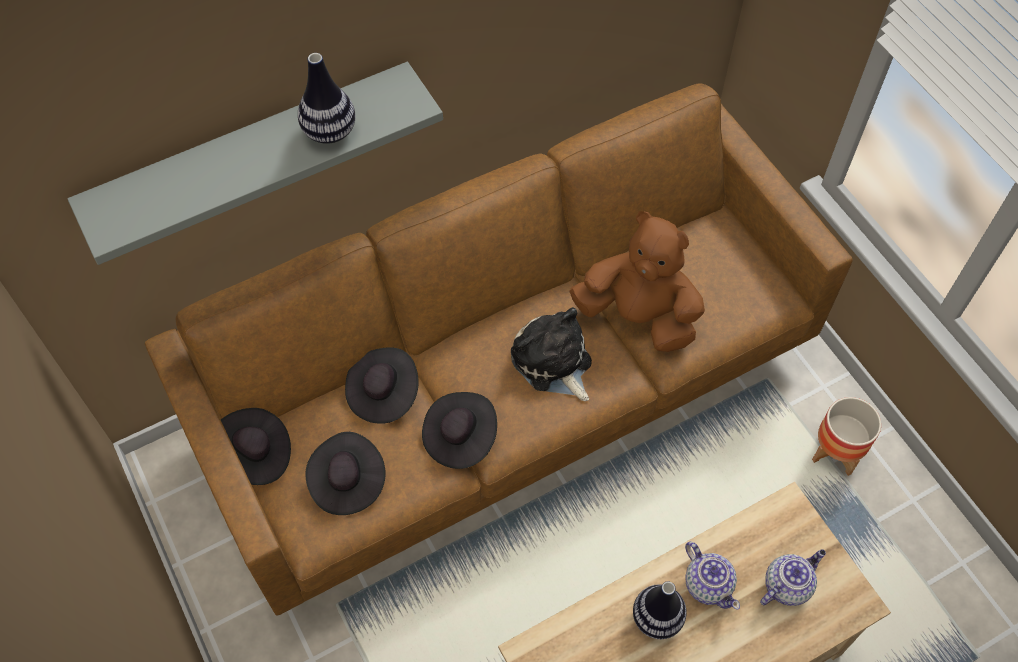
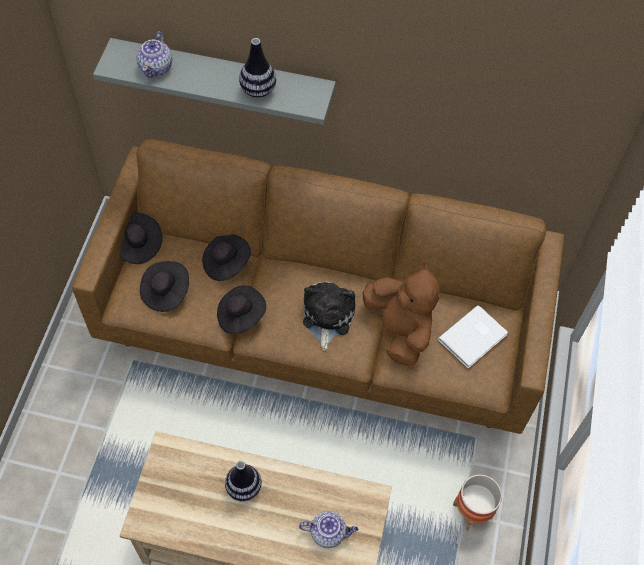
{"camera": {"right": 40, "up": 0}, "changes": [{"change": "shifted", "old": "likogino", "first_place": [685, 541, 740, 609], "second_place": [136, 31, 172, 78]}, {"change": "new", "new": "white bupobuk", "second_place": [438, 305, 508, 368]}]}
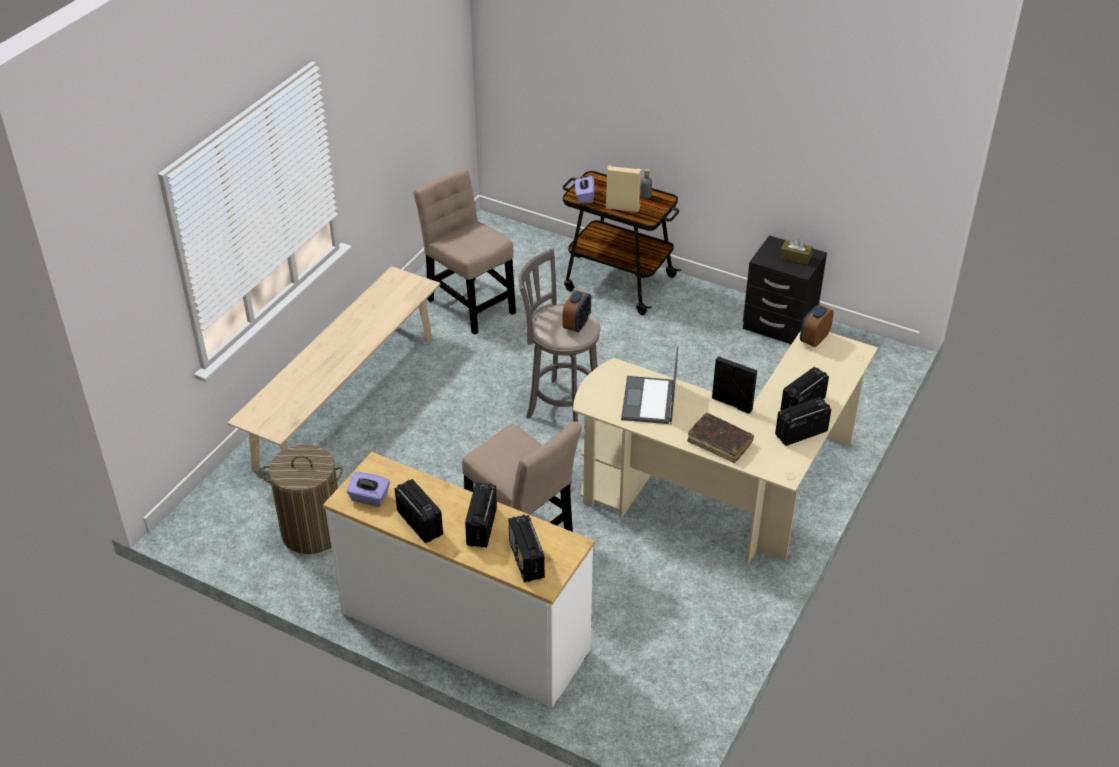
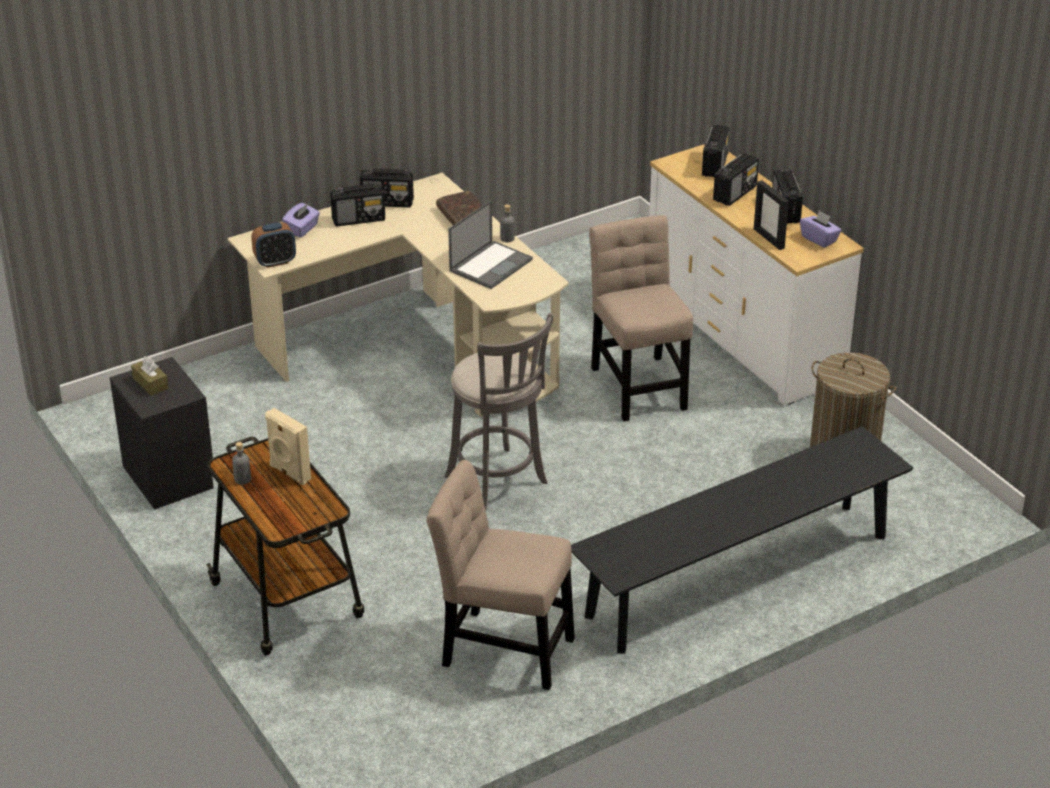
{"camera": {"right": -150, "up": -5}, "changes": [{"change": "shifted", "old": "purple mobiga", "first_place": [575, 176, 595, 203], "second_place": [282, 203, 320, 238]}, {"change": "rotated", "old": "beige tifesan", "first_place": [414, 168, 516, 335], "second_place": [426, 460, 575, 690], "degrees": 120}, {"change": "new", "new": "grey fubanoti", "second_place": [500, 204, 515, 242]}, {"change": "repainted", "old": "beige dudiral", "new": "black dudiral", "first_place": [227, 266, 441, 471], "second_place": [571, 426, 913, 654]}, {"change": "shifted", "old": "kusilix", "first_place": [712, 356, 757, 414], "second_place": [754, 180, 789, 250]}, {"change": "gone", "old": "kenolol", "first_place": [563, 290, 591, 333]}]}
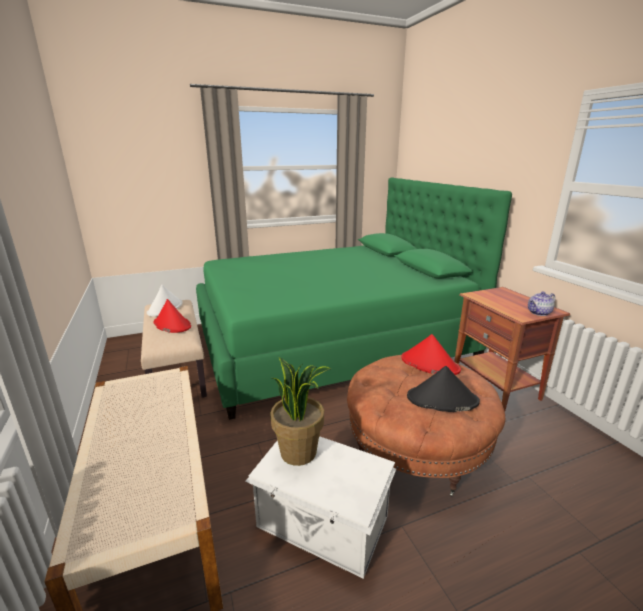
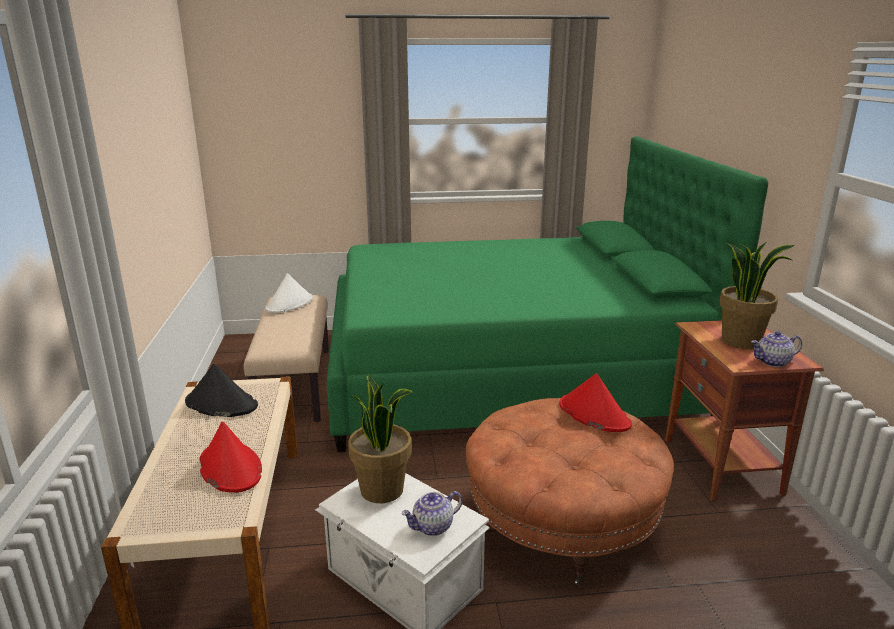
{"camera": {"right": 15, "up": 0}, "changes": [{"change": "shifted", "old": "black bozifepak", "first_place": [407, 366, 480, 412], "second_place": [185, 364, 258, 417]}, {"change": "shifted", "old": "red bozifepak", "first_place": [154, 299, 191, 333], "second_place": [200, 421, 262, 493]}, {"change": "new", "new": "likogino", "second_place": [401, 491, 462, 536]}, {"change": "new", "new": "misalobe", "second_place": [719, 242, 795, 349]}]}
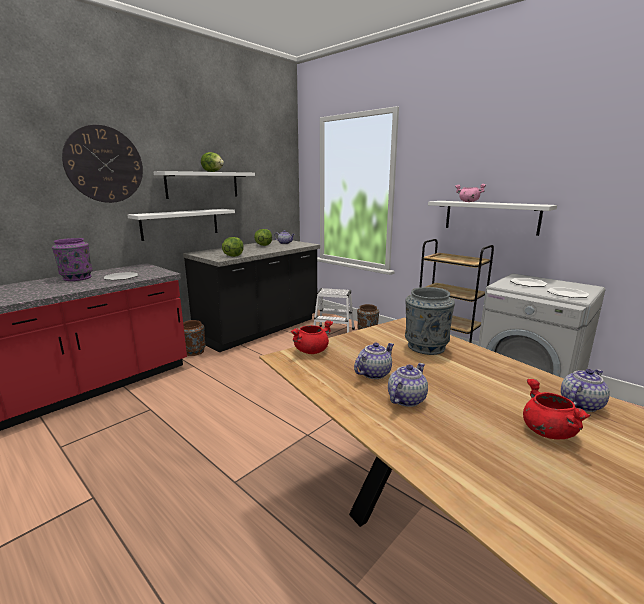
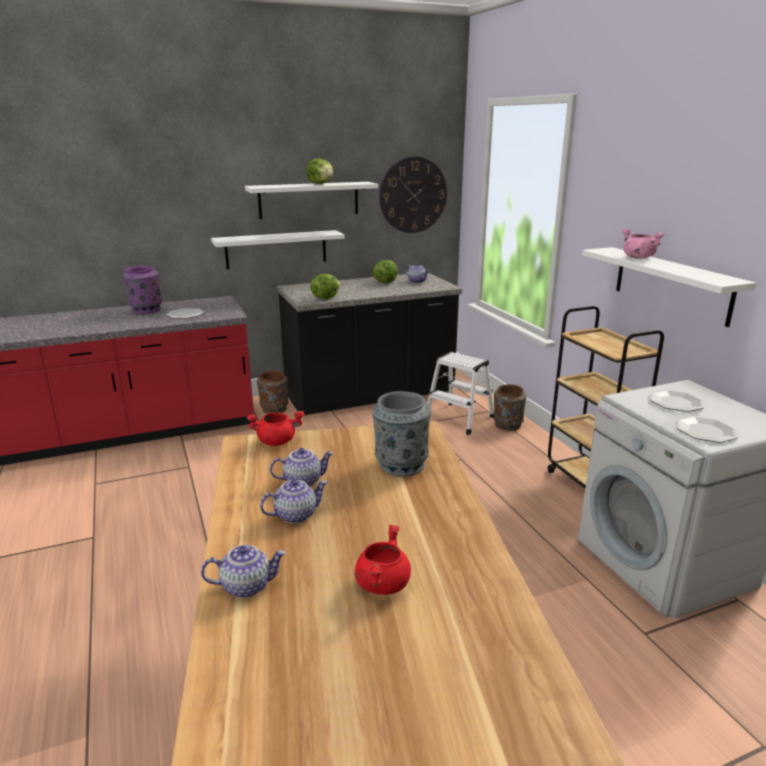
{"camera": {"right": 25, "up": 5}, "changes": [{"change": "shifted", "old": "likogino", "first_place": [561, 369, 610, 412], "second_place": [201, 545, 286, 598]}, {"change": "shifted", "old": "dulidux", "first_place": [62, 125, 143, 203], "second_place": [379, 156, 447, 233]}]}
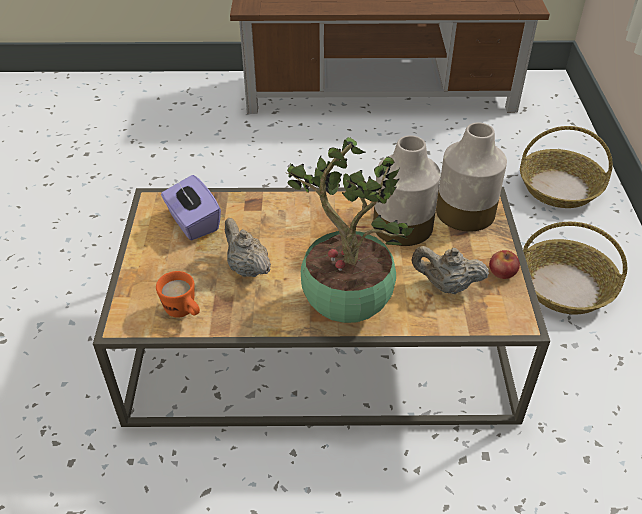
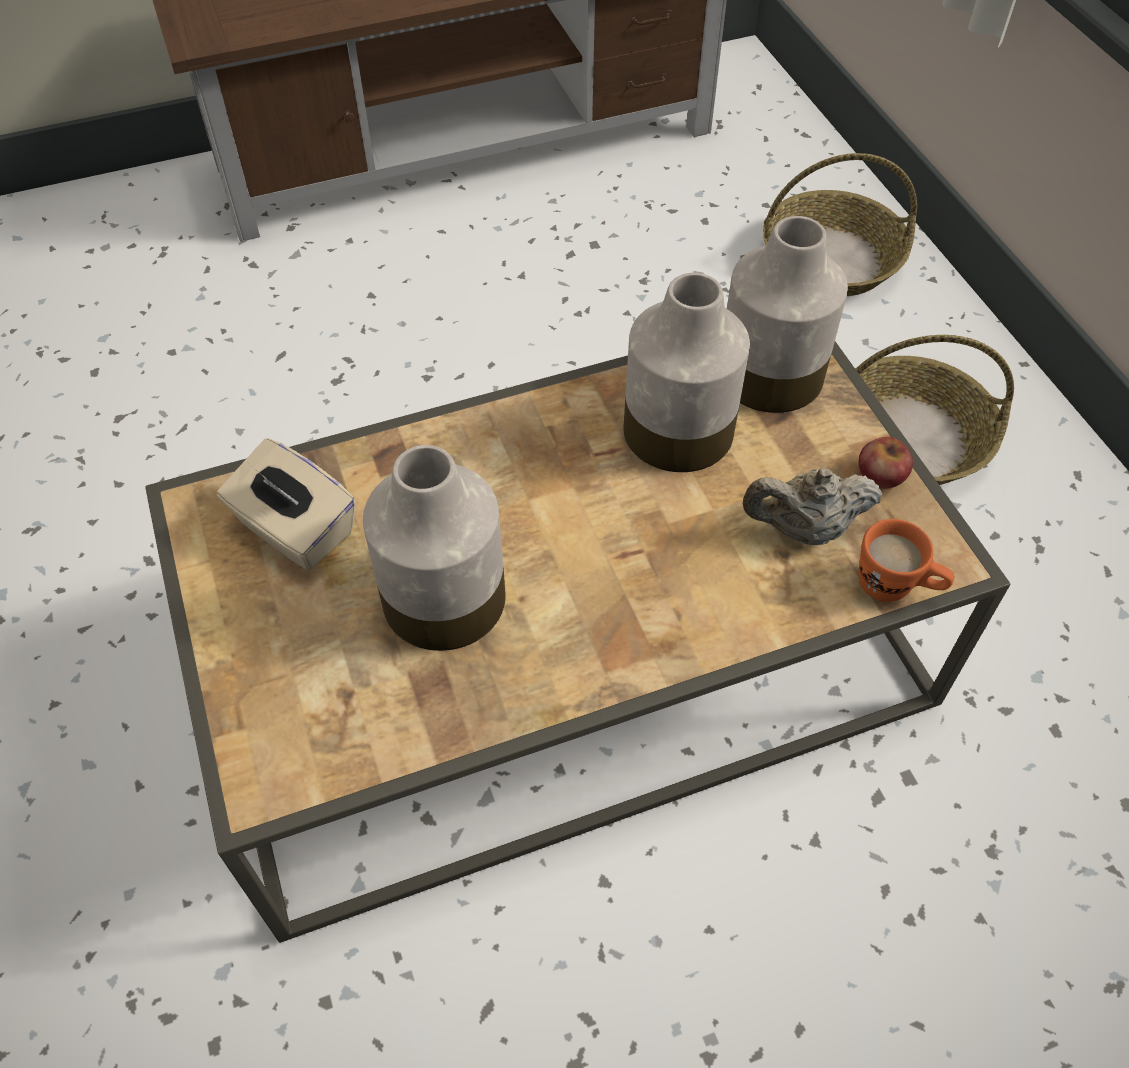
{"camera": {"right": -20, "up": 10}, "changes": [{"change": "repainted", "old": "purple mobiga", "new": "beige mobiga", "first_place": [161, 175, 221, 240], "second_place": [217, 439, 356, 570]}, {"change": "swapped", "old": "beige likogino", "new": "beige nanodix", "first_place": [225, 218, 271, 277], "second_place": [363, 445, 506, 651]}, {"change": "shifted", "old": "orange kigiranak", "first_place": [156, 271, 200, 318], "second_place": [858, 519, 954, 602]}, {"change": "gone", "old": "misalobe", "first_place": [287, 137, 415, 323]}]}
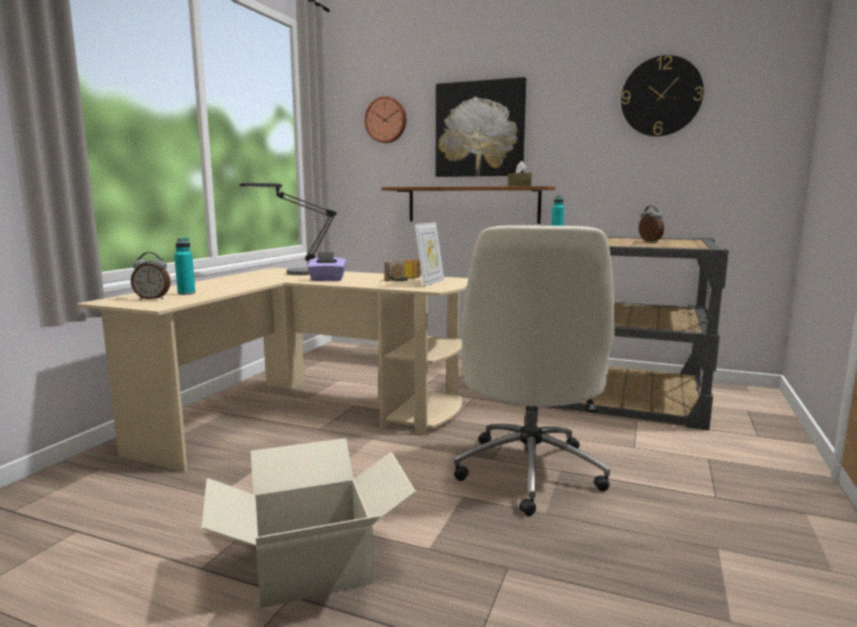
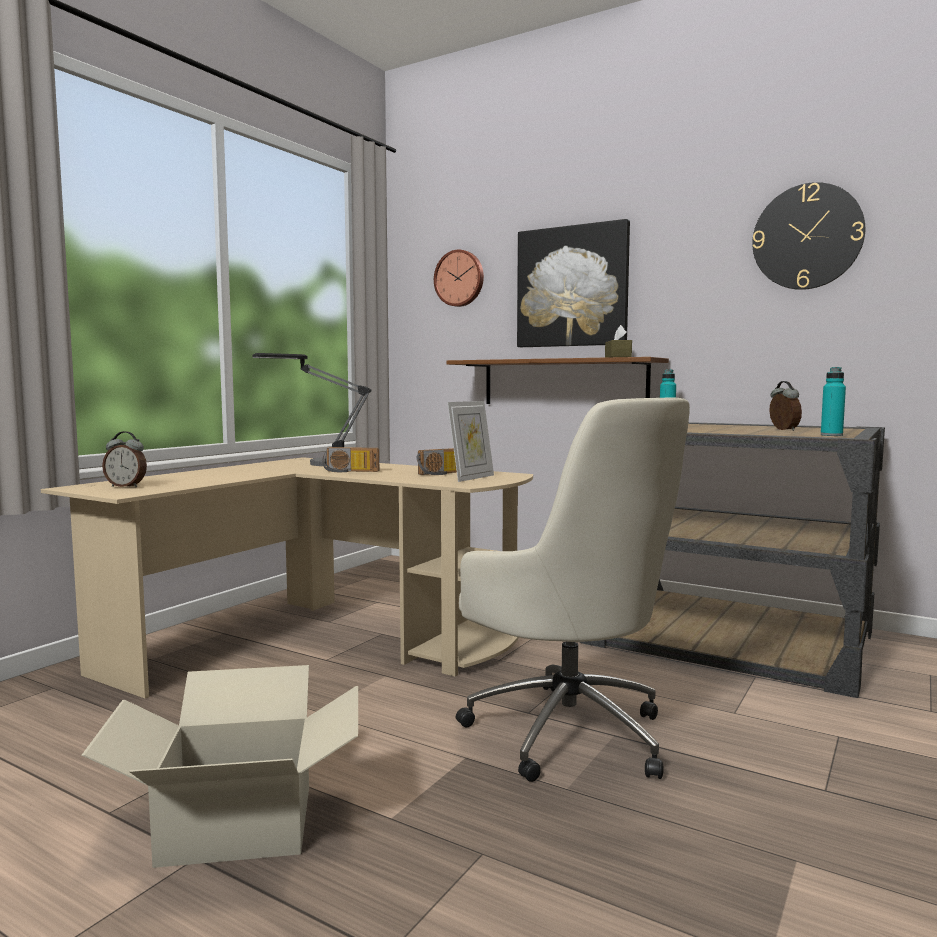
{"camera": {"right": 10, "up": -5}, "changes": [{"change": "swapped", "old": "purple mobiga", "new": "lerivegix", "first_place": [307, 252, 346, 281], "second_place": [322, 447, 379, 472]}, {"change": "rotated", "old": "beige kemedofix", "first_place": [454, 225, 615, 516], "second_place": [456, 398, 690, 782], "degrees": -60}, {"change": "shifted", "old": "turquoise fubanoti", "first_place": [174, 238, 195, 295], "second_place": [821, 367, 846, 436]}]}
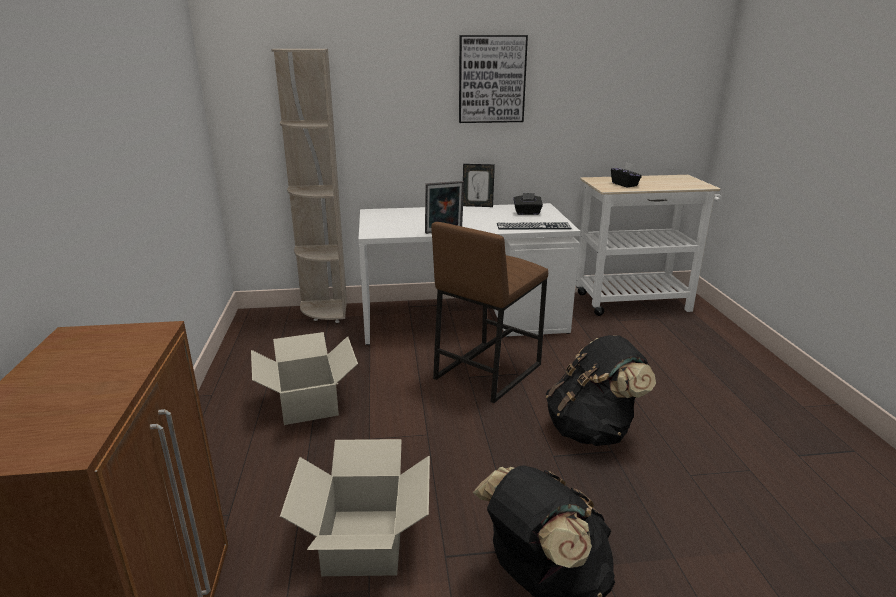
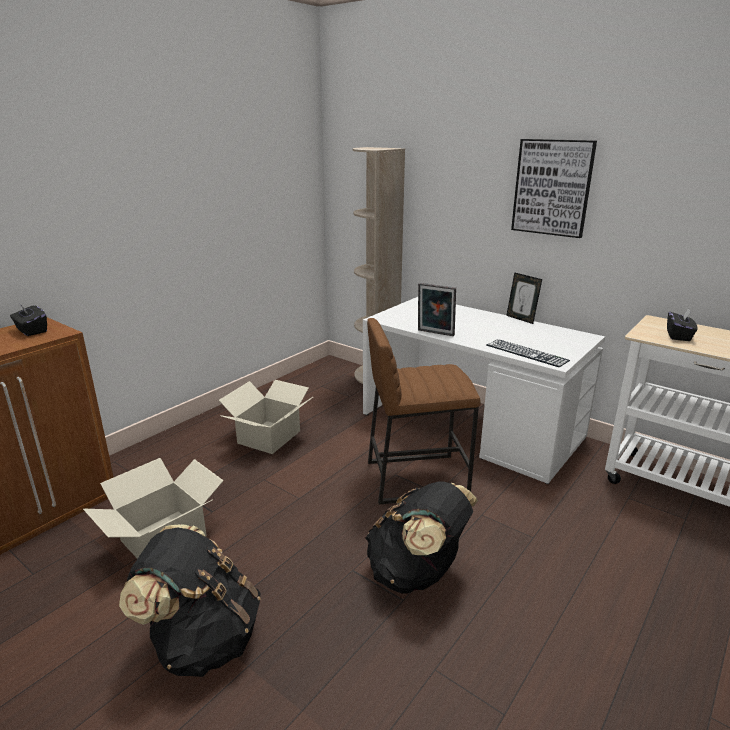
{"camera": {"right": 45, "up": 0}, "changes": [{"change": "shifted", "old": "black mobiga", "first_place": [513, 193, 543, 215], "second_place": [10, 303, 47, 336]}]}
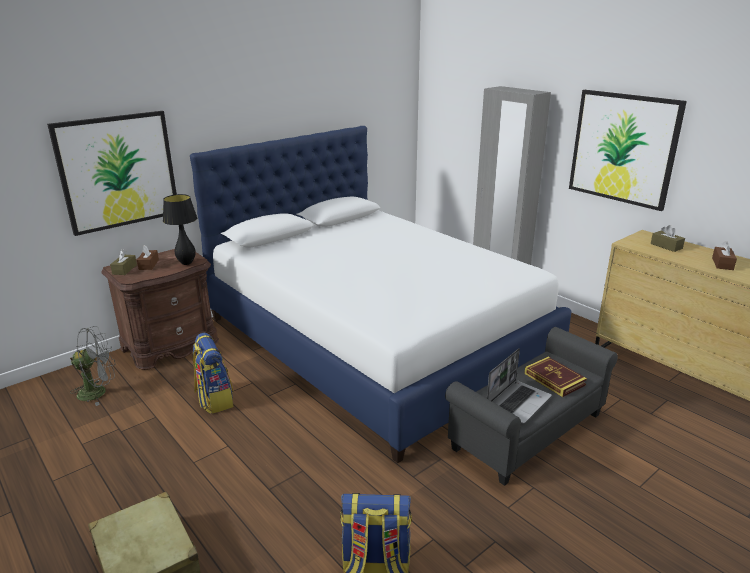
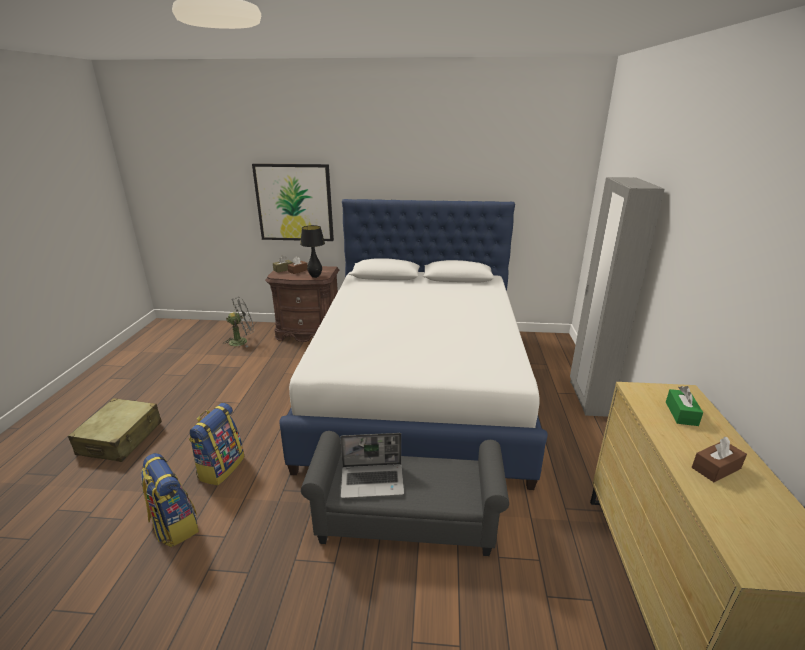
{"camera": {"right": 45, "up": 0}, "changes": [{"change": "shifted", "old": "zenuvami", "first_place": [193, 333, 234, 414], "second_place": [188, 403, 245, 485]}, {"change": "rotated", "old": "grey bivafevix", "first_place": [70, 326, 115, 406], "second_place": [223, 297, 254, 347], "degrees": -60}, {"change": "repainted", "old": "brown mobiga", "new": "green mobiga", "first_place": [651, 225, 685, 252], "second_place": [666, 386, 703, 426]}, {"change": "gone", "old": "bupobuk", "first_place": [524, 357, 587, 397]}, {"change": "gone", "old": "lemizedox", "first_place": [569, 90, 687, 211]}]}
